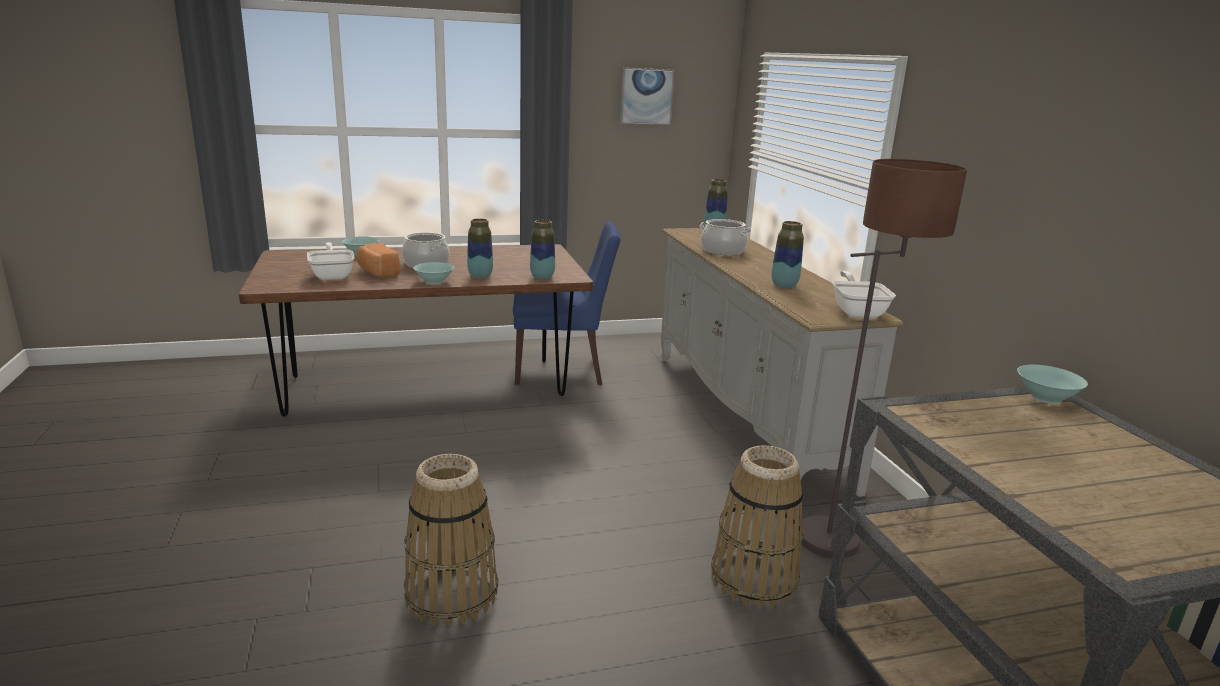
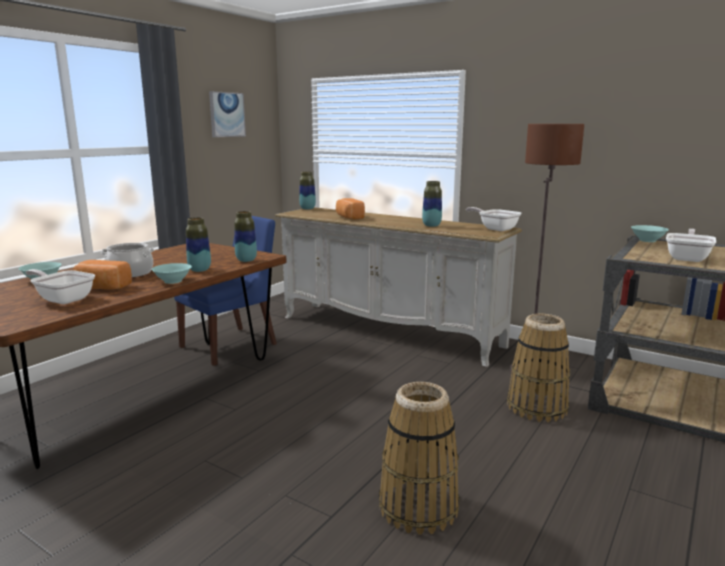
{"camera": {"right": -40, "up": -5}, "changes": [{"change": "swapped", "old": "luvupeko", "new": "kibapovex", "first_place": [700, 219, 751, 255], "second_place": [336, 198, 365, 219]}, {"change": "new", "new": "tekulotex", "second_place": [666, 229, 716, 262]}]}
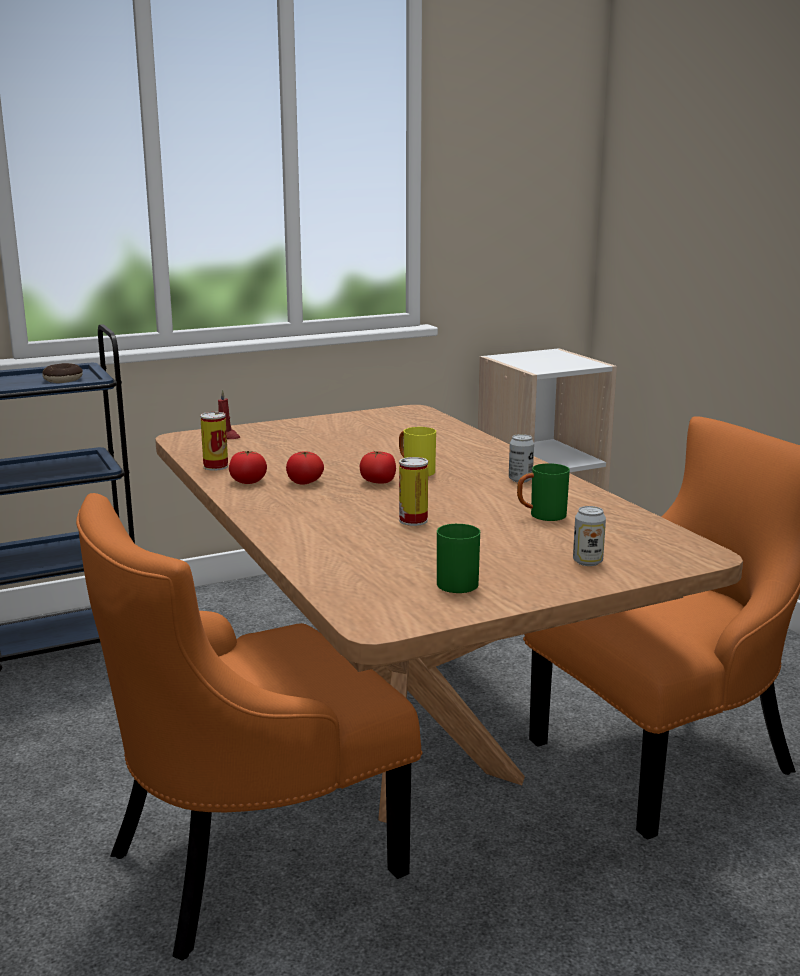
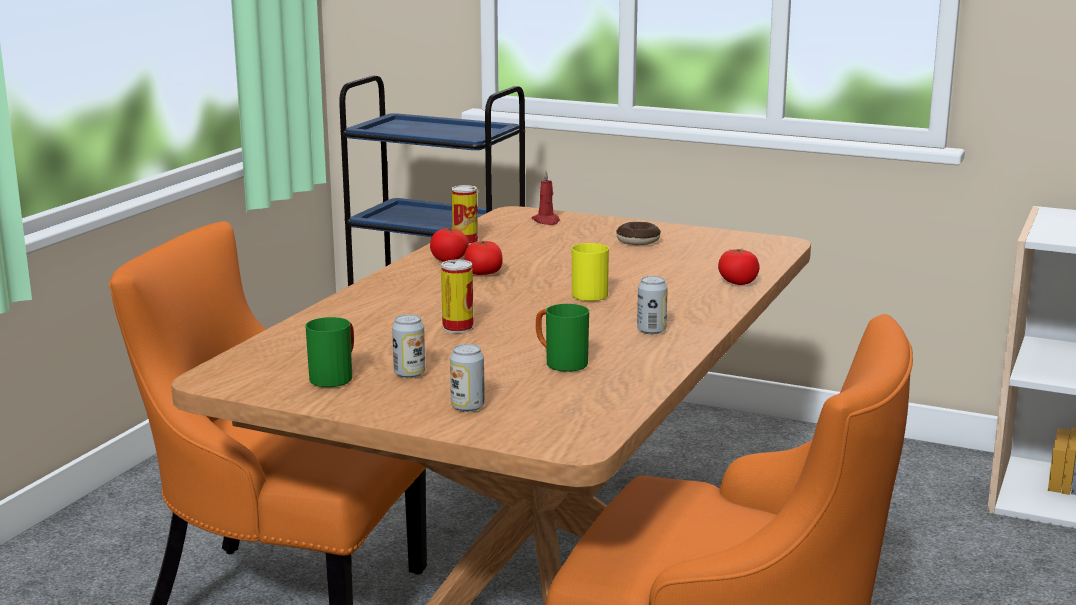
{"camera": {"right": 50, "up": 0}, "changes": [{"change": "new", "new": "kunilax", "second_place": [392, 314, 425, 378]}, {"change": "shifted", "old": "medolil", "first_place": [42, 363, 83, 383], "second_place": [616, 222, 661, 245]}, {"change": "shifted", "old": "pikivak", "first_place": [360, 451, 396, 484], "second_place": [718, 249, 760, 285]}]}
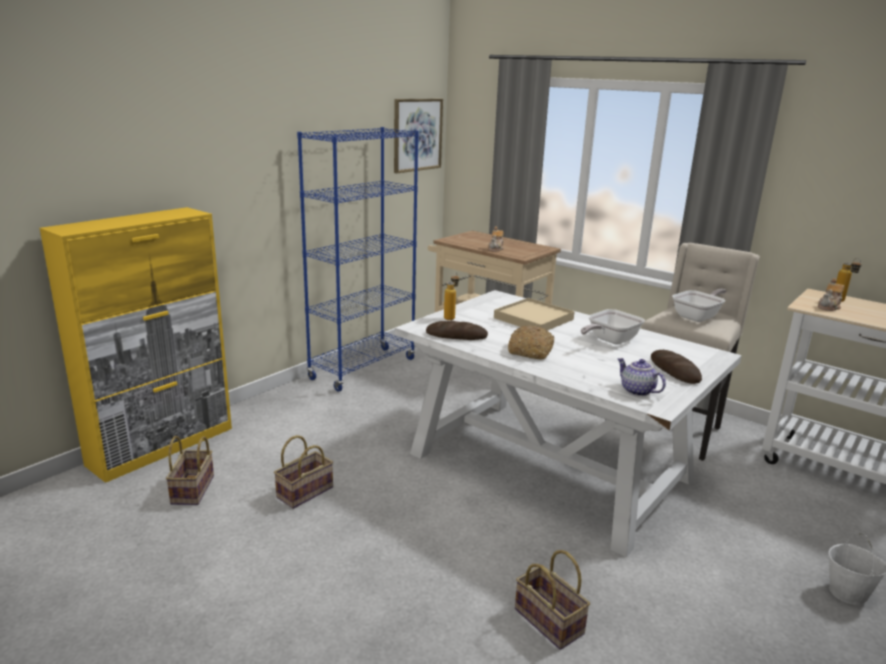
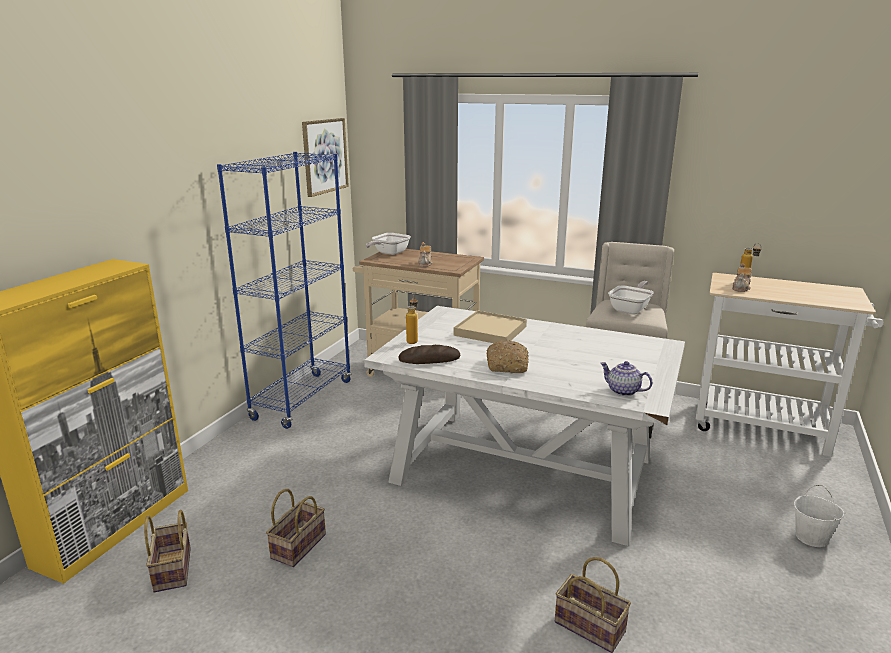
{"camera": {"right": -15, "up": 0}, "changes": [{"change": "shifted", "old": "tekulotex", "first_place": [581, 309, 645, 345], "second_place": [366, 233, 411, 255]}, {"change": "gone", "old": "kibapovex", "first_place": [651, 350, 702, 384]}]}
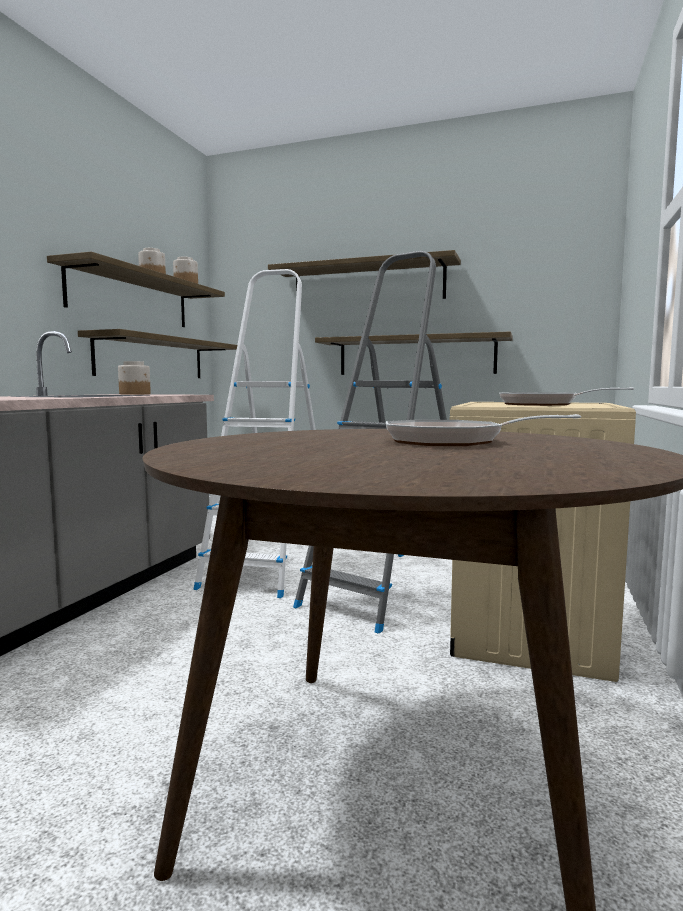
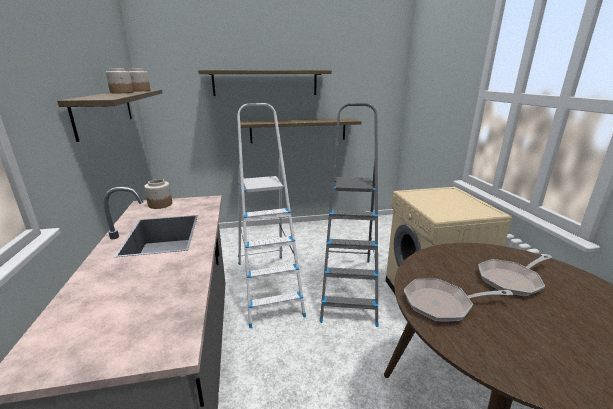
{"camera": {"right": -30, "up": 15}, "changes": [{"change": "shifted", "old": "tekulotex", "first_place": [499, 387, 634, 406], "second_place": [404, 279, 513, 322]}, {"change": "gone", "old": "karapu", "first_place": [78, 329, 237, 378]}]}
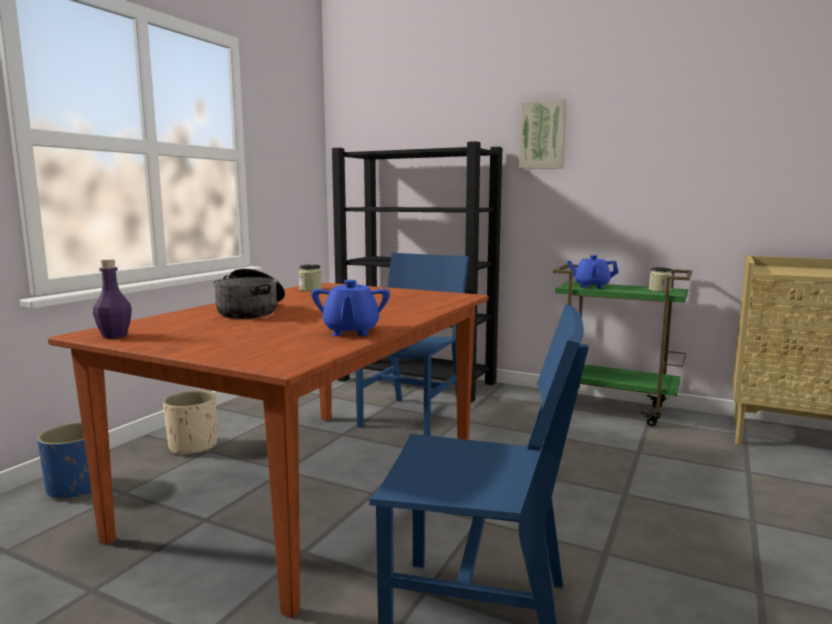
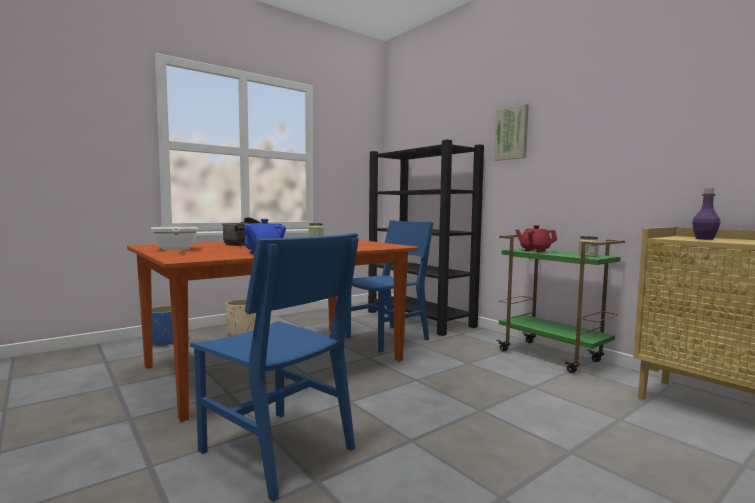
{"camera": {"right": 25, "up": -5}, "changes": [{"change": "new", "new": "tekulotex", "second_place": [151, 227, 199, 250]}, {"change": "repainted", "old": "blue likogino", "new": "red likogino", "first_place": [567, 255, 619, 288], "second_place": [515, 225, 557, 252]}, {"change": "shifted", "old": "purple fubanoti", "first_place": [93, 259, 132, 339], "second_place": [692, 188, 721, 240]}]}
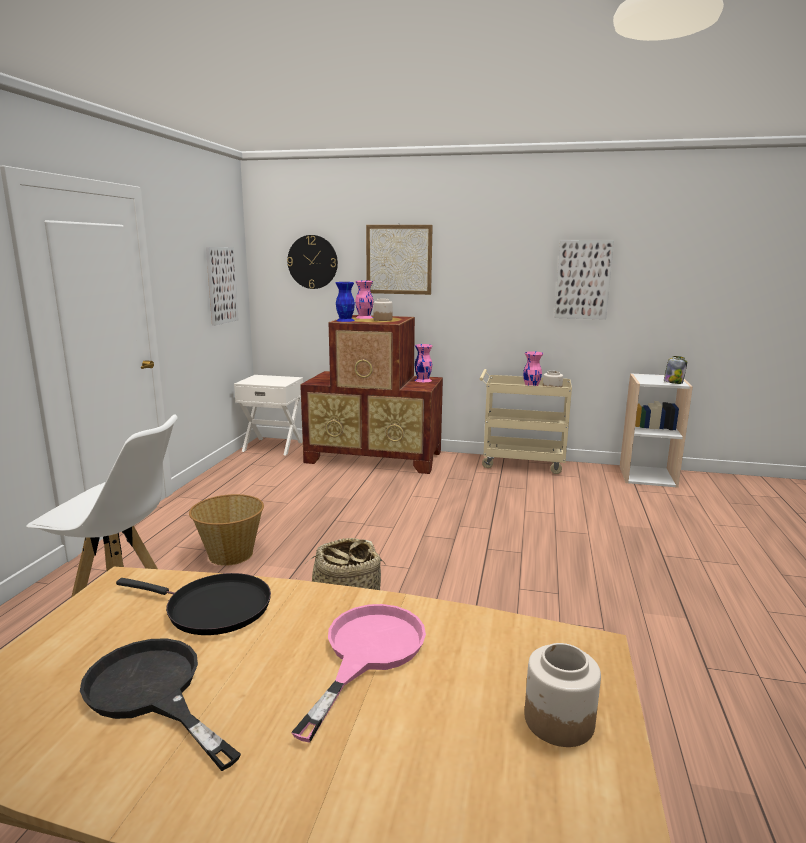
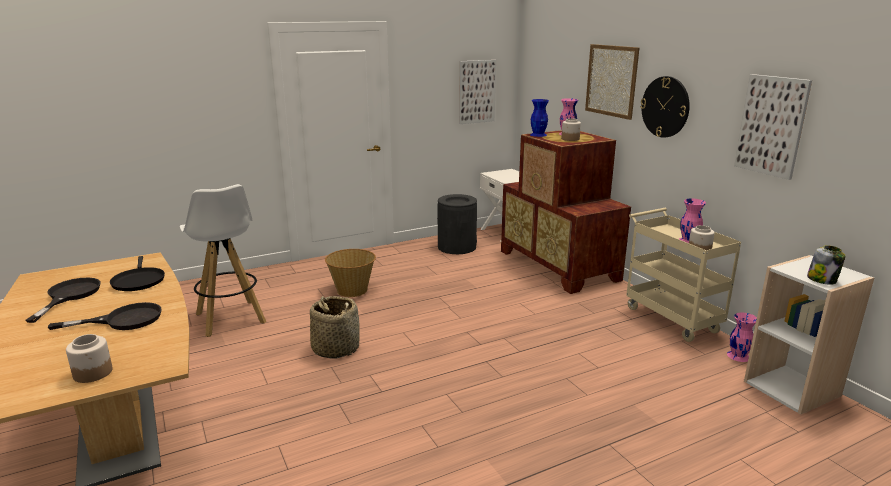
{"camera": {"right": 50, "up": 5}, "changes": [{"change": "repainted", "old": "pink tekulotex", "new": "black tekulotex", "first_place": [291, 604, 426, 743], "second_place": [48, 302, 162, 330]}, {"change": "new", "new": "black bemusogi", "second_place": [437, 194, 477, 254]}, {"change": "shifted", "old": "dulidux", "first_place": [287, 235, 338, 289], "second_place": [640, 76, 690, 138]}, {"change": "shifted", "old": "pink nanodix", "first_place": [414, 344, 432, 382], "second_place": [727, 313, 757, 362]}]}
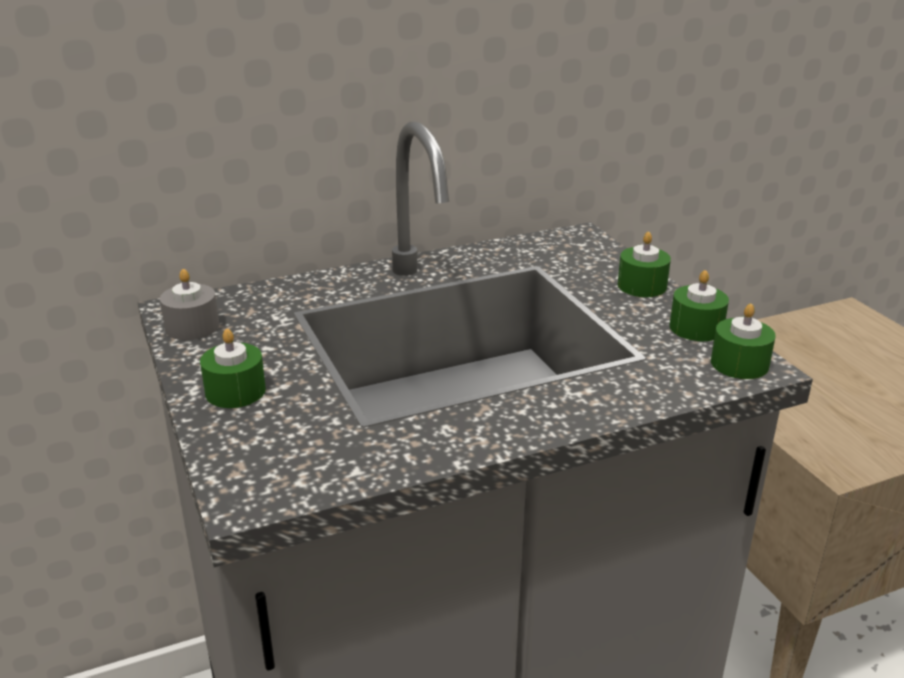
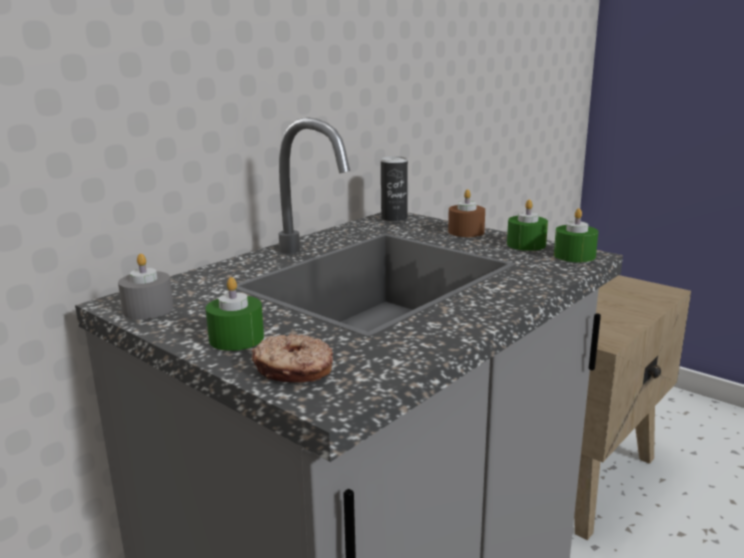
{"camera": {"right": -25, "up": -10}, "changes": [{"change": "new", "new": "medolil", "second_place": [251, 334, 333, 382]}, {"change": "new", "new": "kunilax", "second_place": [381, 156, 408, 222]}, {"change": "repainted", "old": "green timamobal", "new": "brown timamobal", "first_place": [618, 232, 671, 297], "second_place": [448, 189, 485, 237]}]}
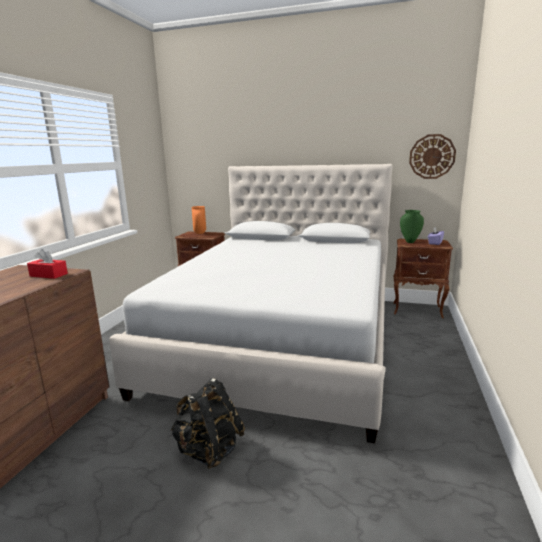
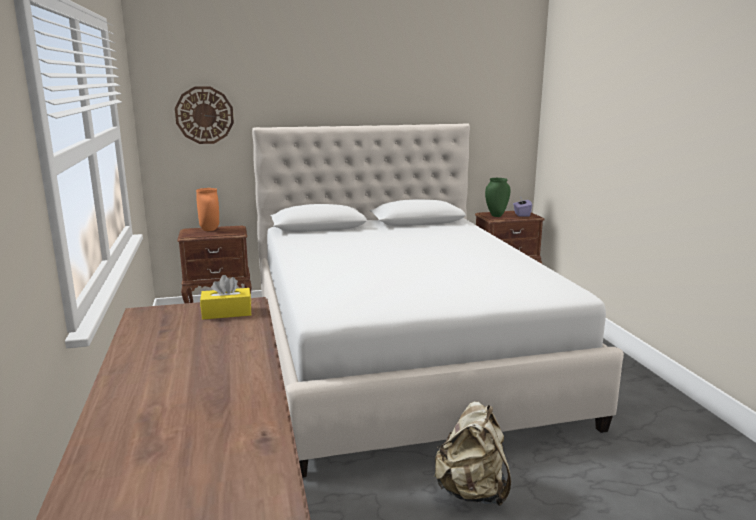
{"camera": {"right": -30, "up": 0}, "changes": [{"change": "shifted", "old": "dulidux", "first_place": [409, 134, 456, 179], "second_place": [175, 86, 234, 144]}, {"change": "repainted", "old": "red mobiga", "new": "yellow mobiga", "first_place": [27, 249, 68, 279], "second_place": [200, 275, 251, 319]}, {"change": "repainted", "old": "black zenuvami", "new": "beige zenuvami", "first_place": [171, 378, 245, 469], "second_place": [434, 401, 511, 506]}]}
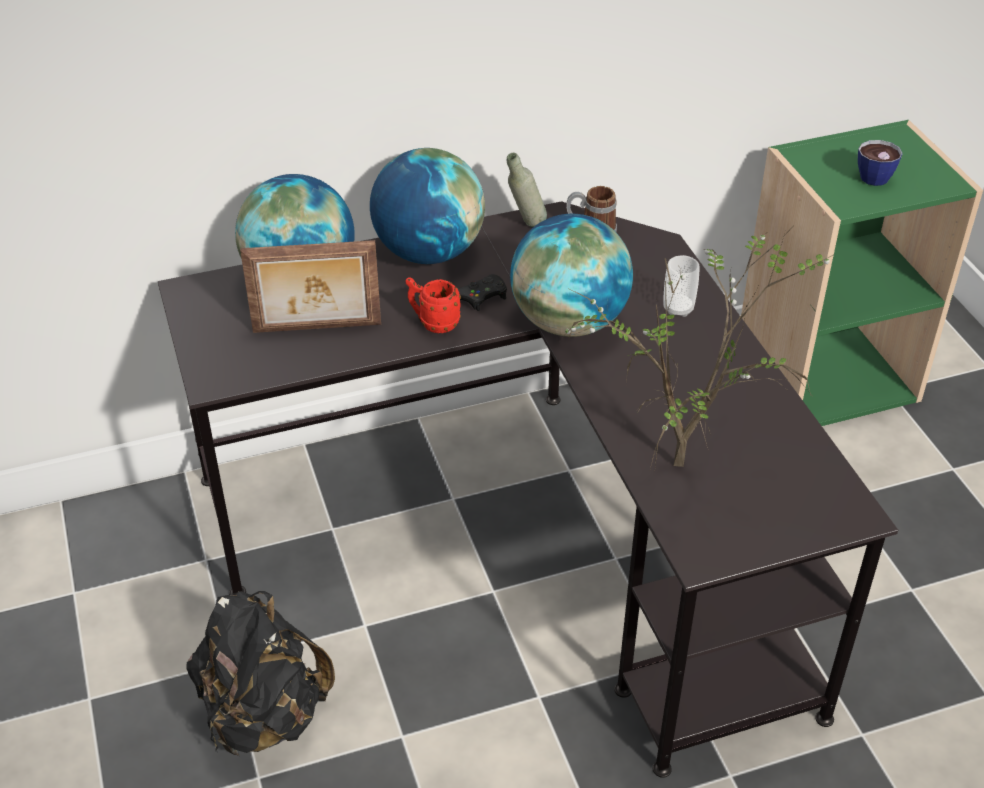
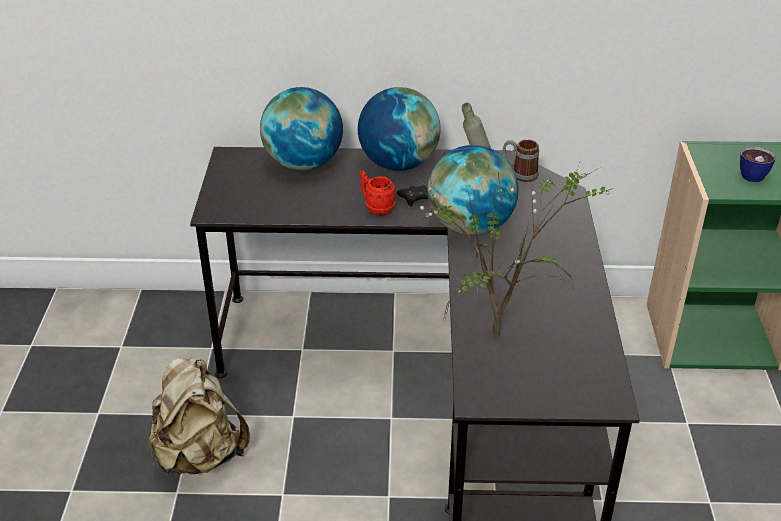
{"camera": {"right": 20, "up": -5}, "changes": [{"change": "repainted", "old": "black zenuvami", "new": "beige zenuvami", "first_place": [186, 591, 335, 756], "second_place": [149, 357, 250, 475]}, {"change": "gone", "old": "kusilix", "first_place": [240, 240, 381, 333]}, {"change": "gone", "old": "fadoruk", "first_place": [663, 255, 699, 317]}]}
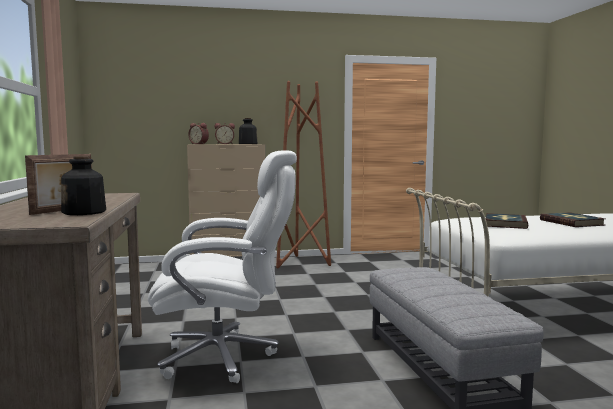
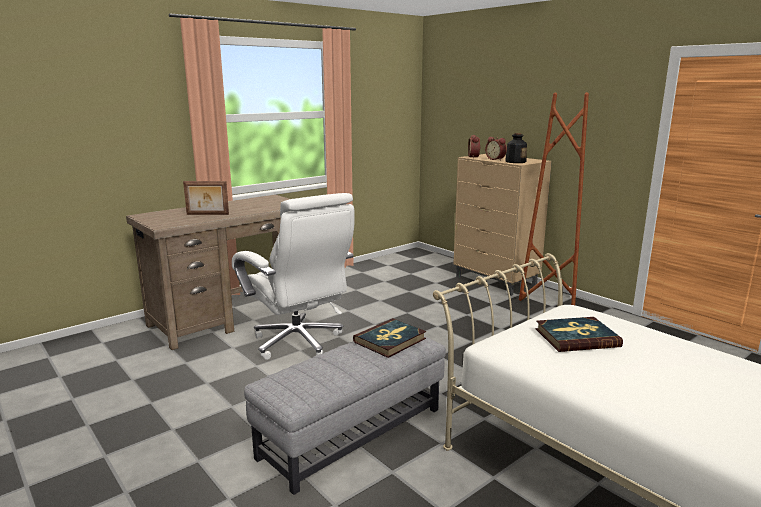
{"camera": {"right": 60, "up": 10}, "changes": [{"change": "shifted", "old": "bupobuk", "first_place": [540, 212, 606, 227], "second_place": [353, 318, 426, 358]}, {"change": "gone", "old": "fubanoti", "first_place": [61, 156, 106, 215]}]}
